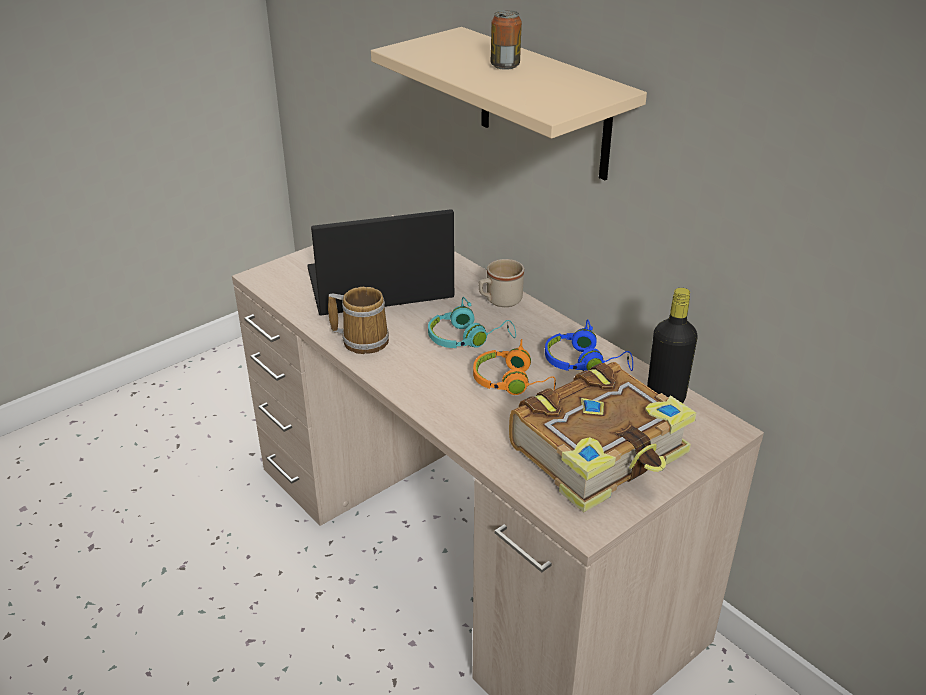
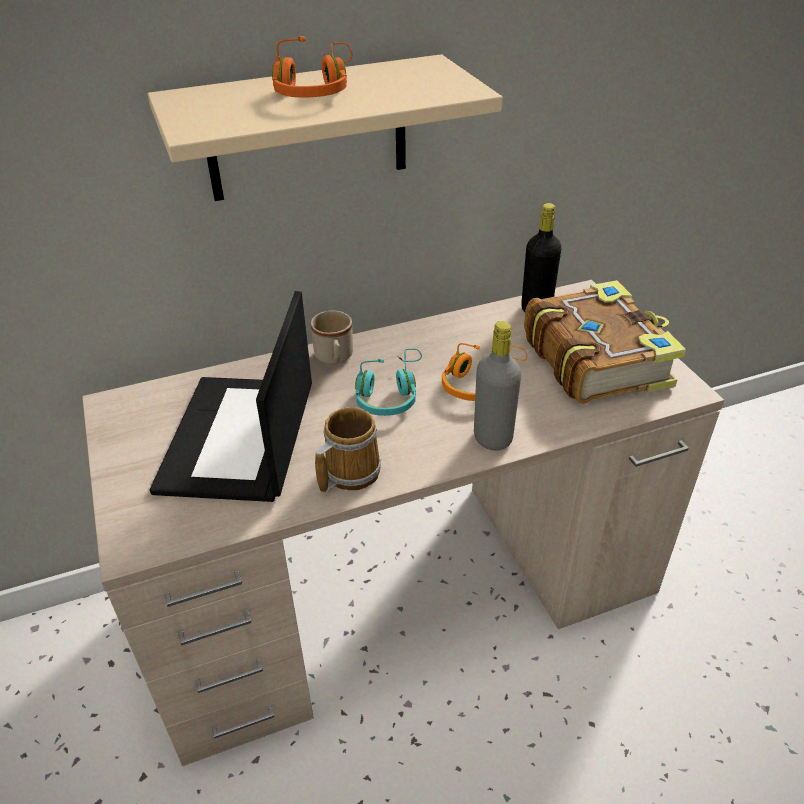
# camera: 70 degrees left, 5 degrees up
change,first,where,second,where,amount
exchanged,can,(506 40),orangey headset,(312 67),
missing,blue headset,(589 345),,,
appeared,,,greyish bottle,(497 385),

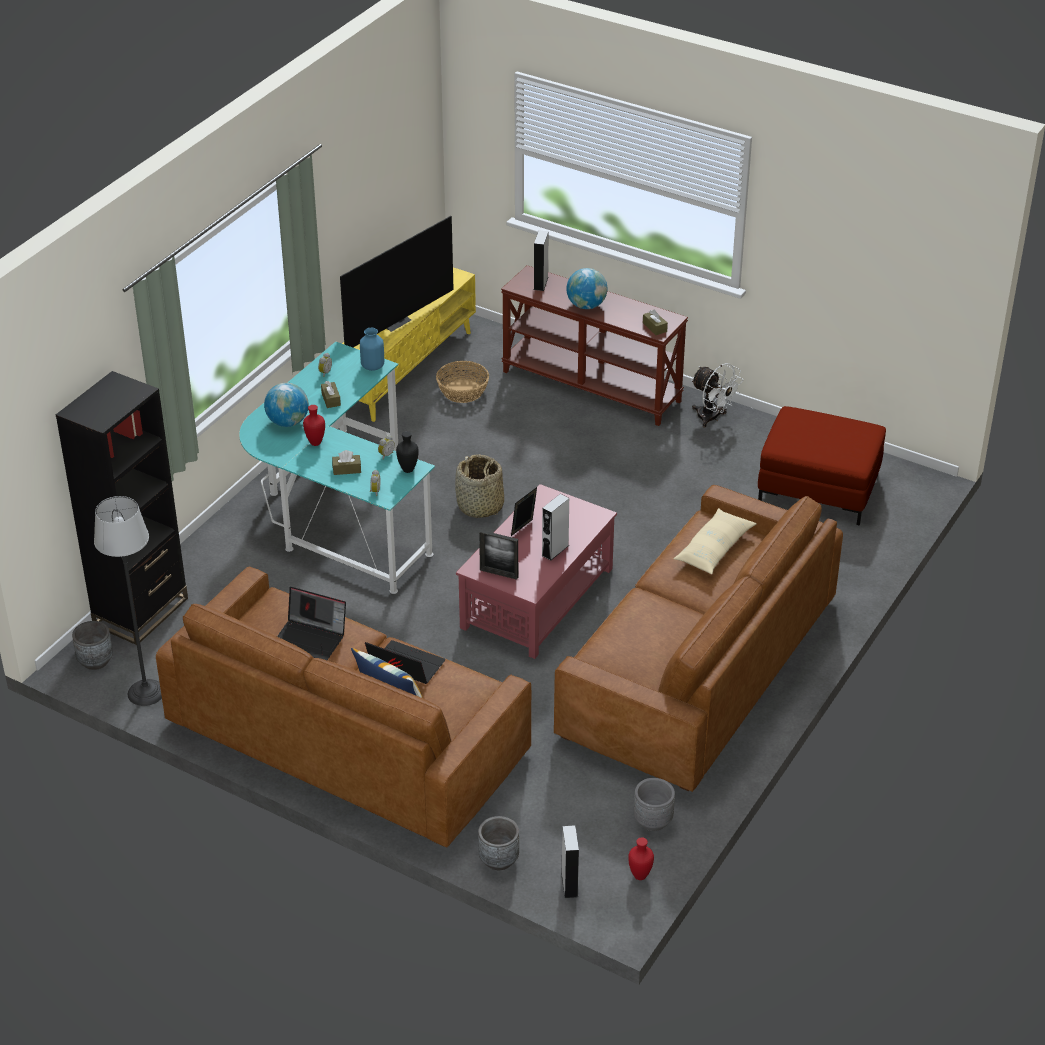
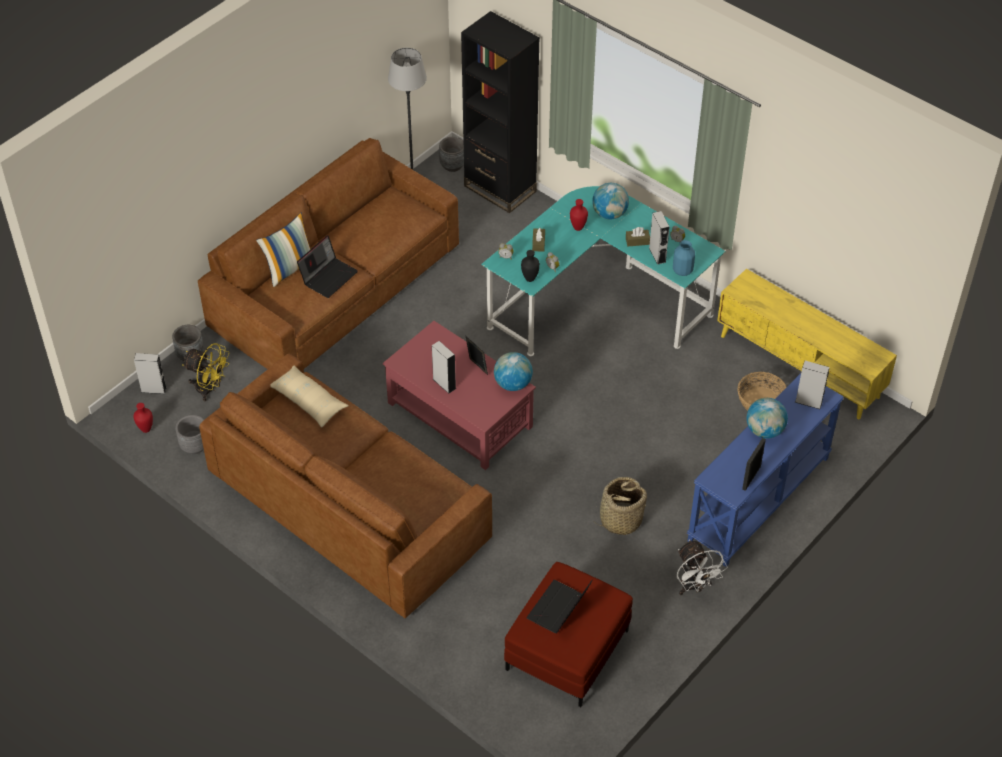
# camera: 100 degrees right, 10 degrees up
change,first,where,second,where,amount
relocated,laptop,(311 623),,(559 606),
missing,TV set,(397 281),,,
relocated,storage basket,(479 486),,(620 506),
relocated,standing frame,(498 555),,(754 464),
colour,brown-coloured narrow table,(594 345),blue narrow table,(765 470),
missing,brown-coloured box of tissues,(655 322),,,
relocated,beige-coloured pillow,(715 541),,(309 397),
spun,white-coloured electric fan,(717 395),,(702 567),75 degrees counterclockwise
appeared,,,yellow electric fan,(205 372),
appeared,,,world globe,(513 371),
appeared,,,greyish loudspeaker,(659 238),

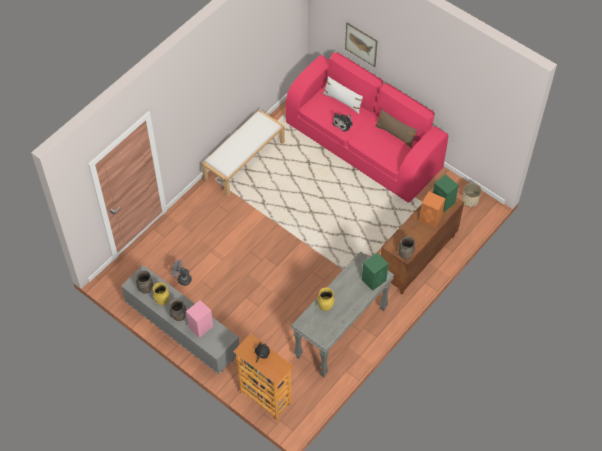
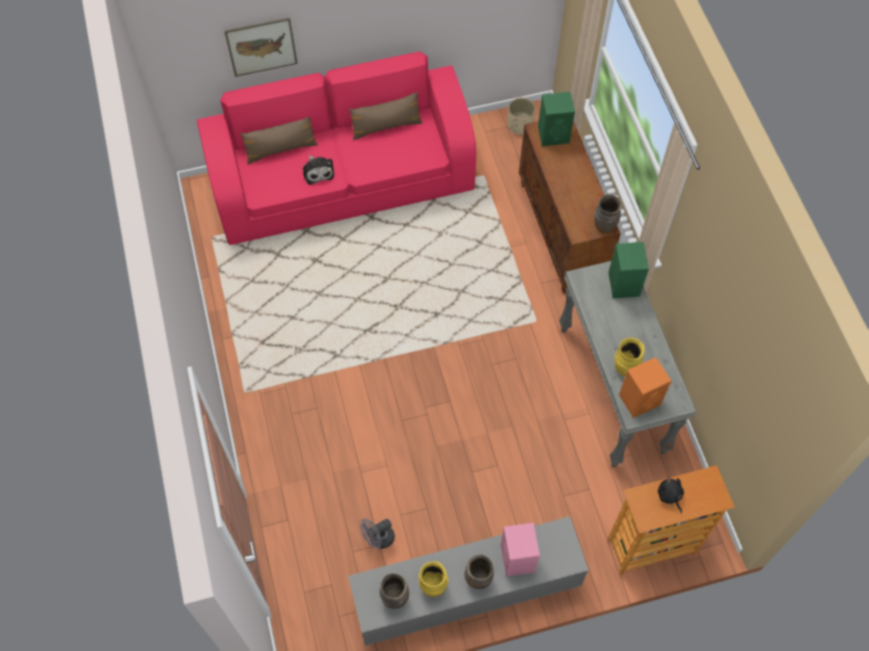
# camera: 55 degrees left, 5 degrees up
change,first,where,second,where,amount
missing,white-coloured bench,(243 152),,,
colour,white-coloured pillow,(343 95),brown-coloured pillow,(279 141),
relocated,orangey loudspeaker,(432 209),,(645 387),

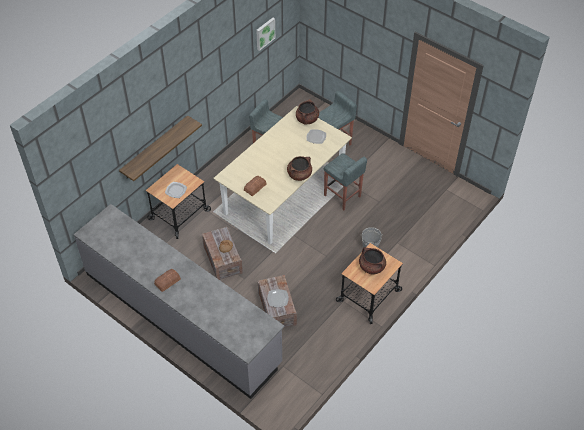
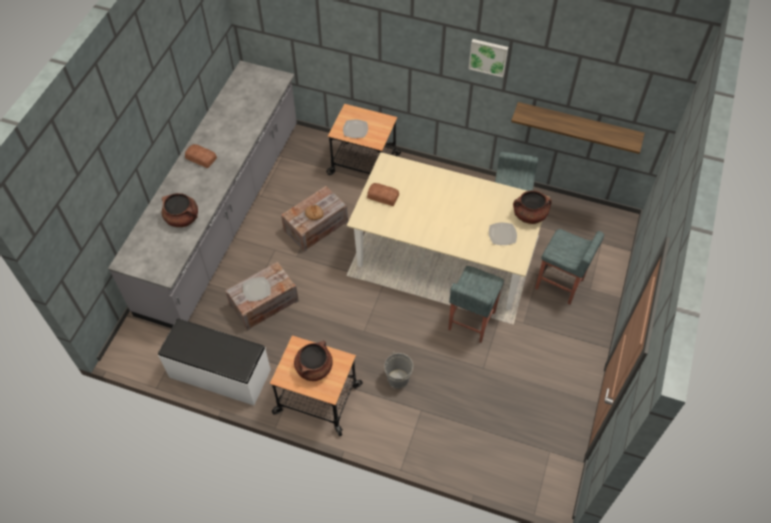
# camera: 70 degrees right, 5 degrees up
change,first,where,second,where,amount
relocated,shelf,(160 148),,(578 128),
relocated,wall art,(265 34),,(488 58),
relocated,brown-coloured cooking pot,(299 168),,(180 210),
appeared,,,white-coloured bench,(214 362),

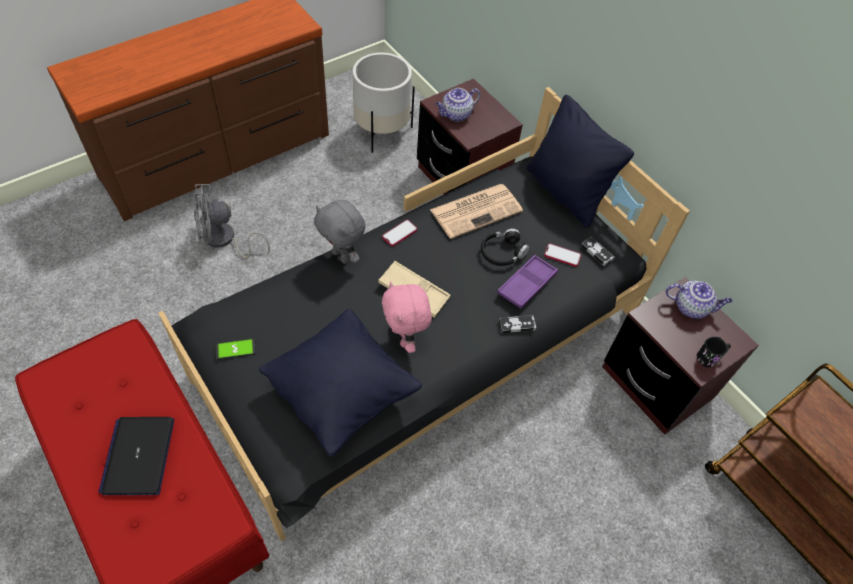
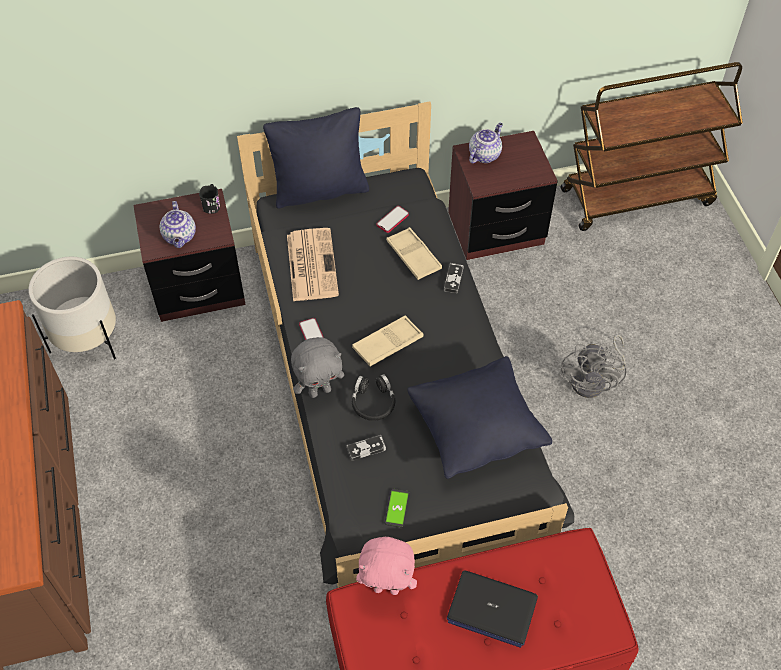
# camera: 65 degrees left, 0 degrees up
change,first,where,second,where,amount
relocated,greyish electric fan,(231 221),,(594 366),
relocated,pink-coloured soft toy,(407 317),,(386 566),
relocated,black headset,(505 247),,(373 397),
colour,purplish serving tray,(527 282),beige-coloured serving tray,(414 253),
relocated,gamepad,(598 251),,(366 448),
relocated,black mug,(714 352),,(209 199),

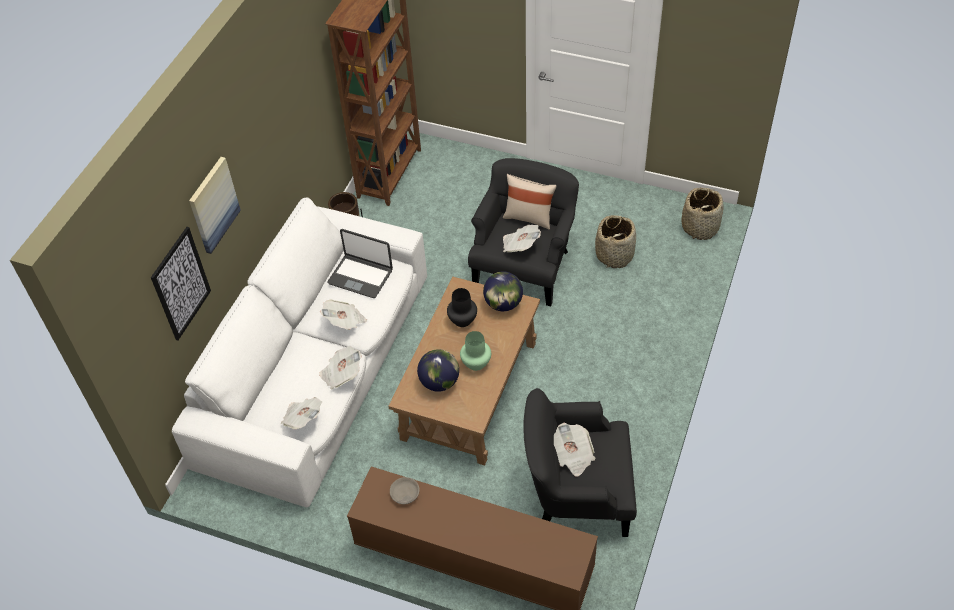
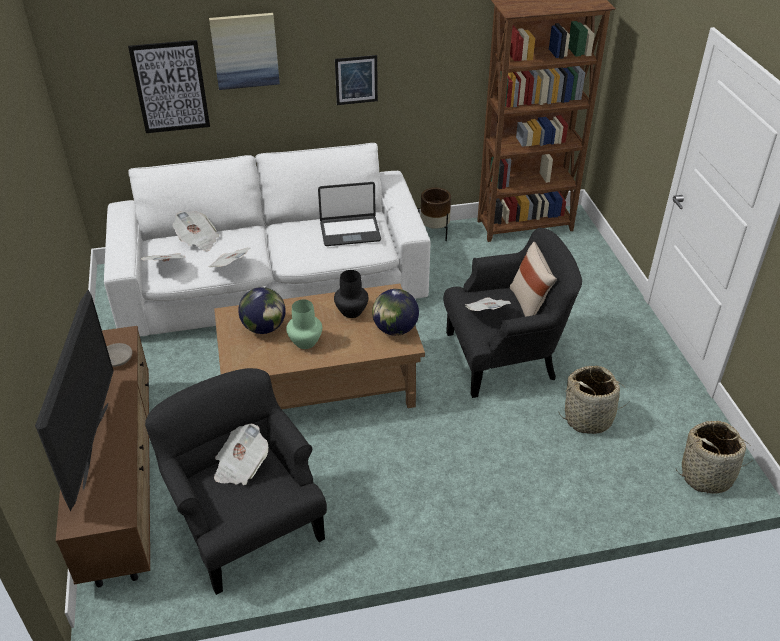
# camera: 55 degrees right, 10 degrees down
change,first,where,second,where,amount
relocated,newspaper,(343 314),,(195 231),
spun,laptop,(360 263),,(349 214),90 degrees counterclockwise
appeared,,,TV set,(74 400),
appeared,,,wall art,(356 80),

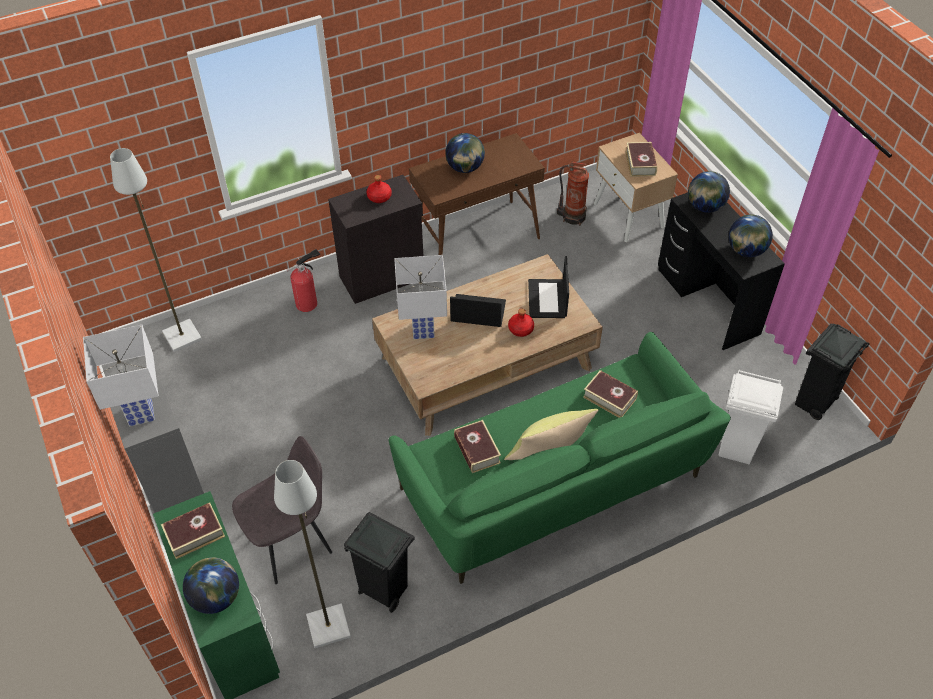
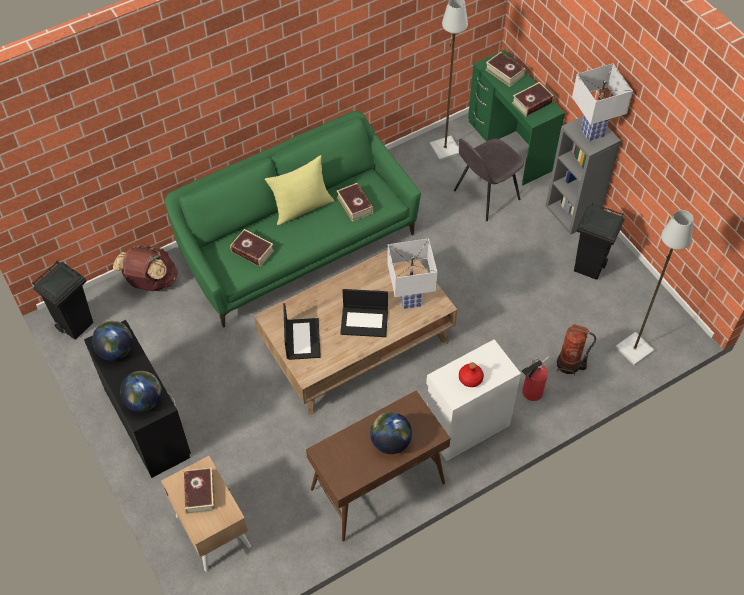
# camera: 175 degrees right, 5 degrees up
change,first,where,second,where,amount
exchanged,world globe,(211 585),bound book,(505 69),
colour,black cupboard,(375 239),white-coloured cupboard,(473 400),
relocated,black waste bin,(379 562),,(599 241),
missing,red bottle,(521 323),,,
relocated,fire extinguisher,(573 194),,(576 349),
exchanged,white-coloured waste bin,(751 417),brown-coloured knapsack,(145 268),

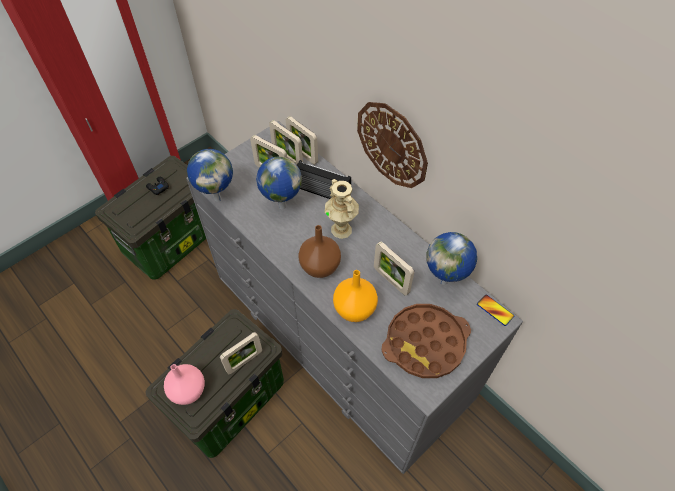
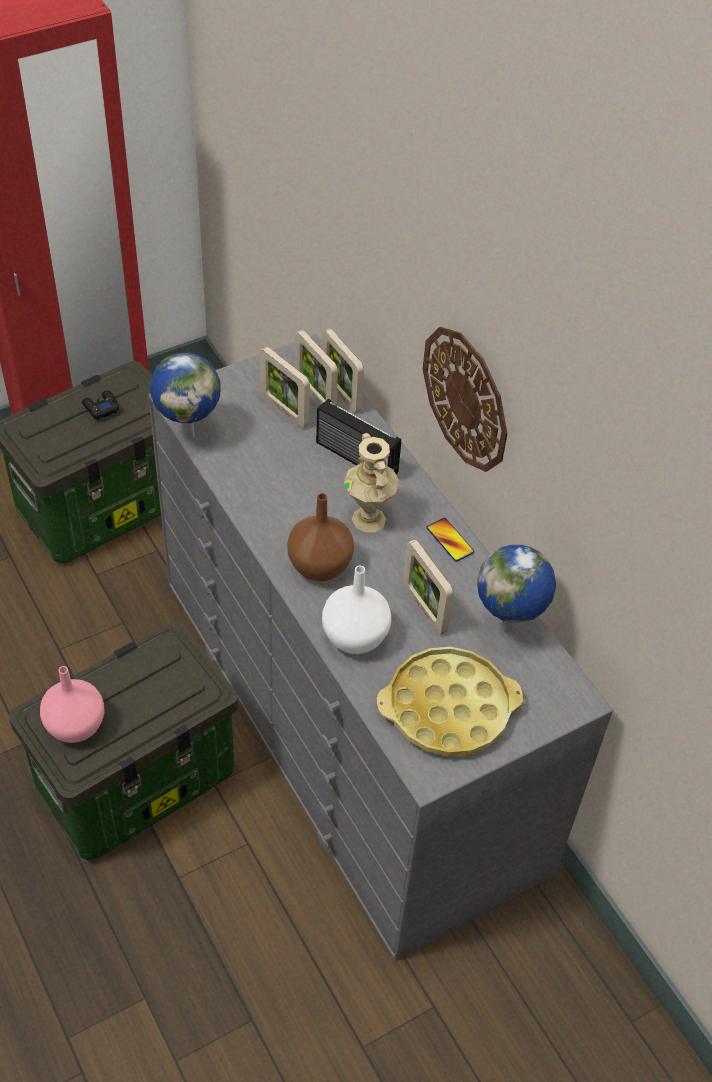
# camera: 10 degrees right, 5 degrees down
change,first,where,second,where,amount
missing,standing frame,(241 353),,,
missing,world globe,(279 182),,,
colour,orangey vase,(355 296),white-coloured vase,(356 610),
colour,brown-coloured serving tray,(426 341),yellow serving tray,(450 701),
relocated,phone,(495 310),,(450 540),

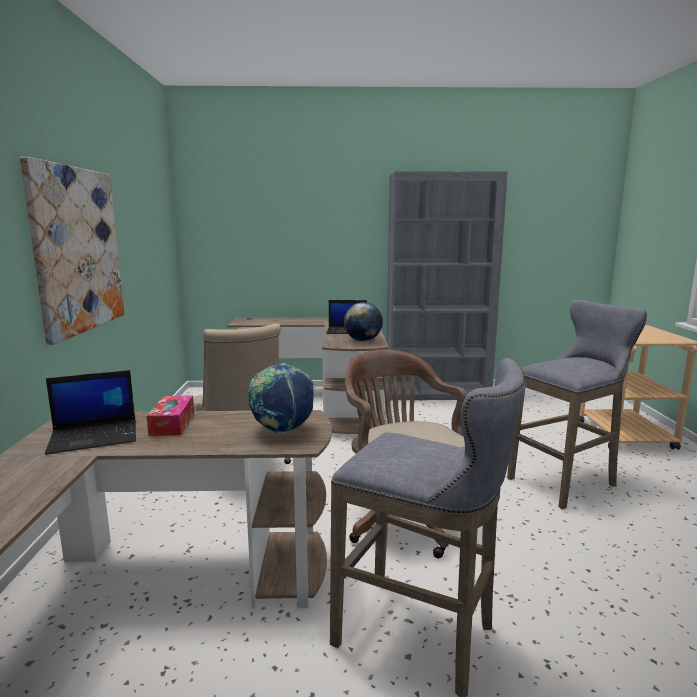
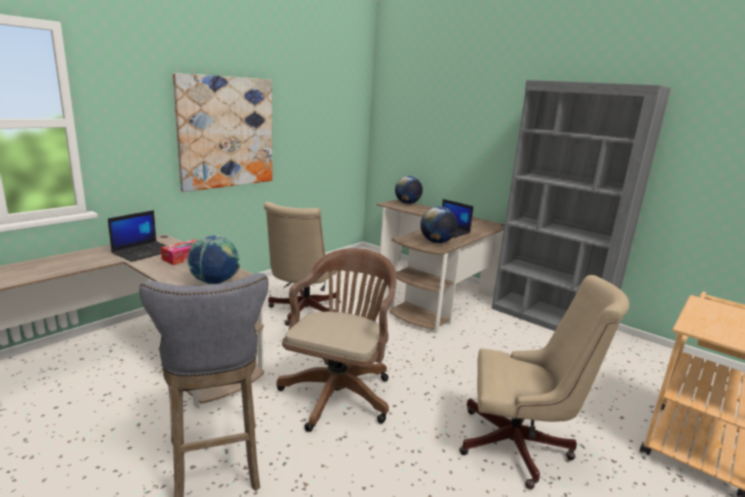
# camera: 40 degrees right, 5 degrees up
change,first,where,second,where,amount
spun,laptop,(90 412),,(137 236),75 degrees counterclockwise
exchanged,greyish stool,(577 404),beige-coloured office chair,(544 382),
appeared,,,world globe,(409 190),

